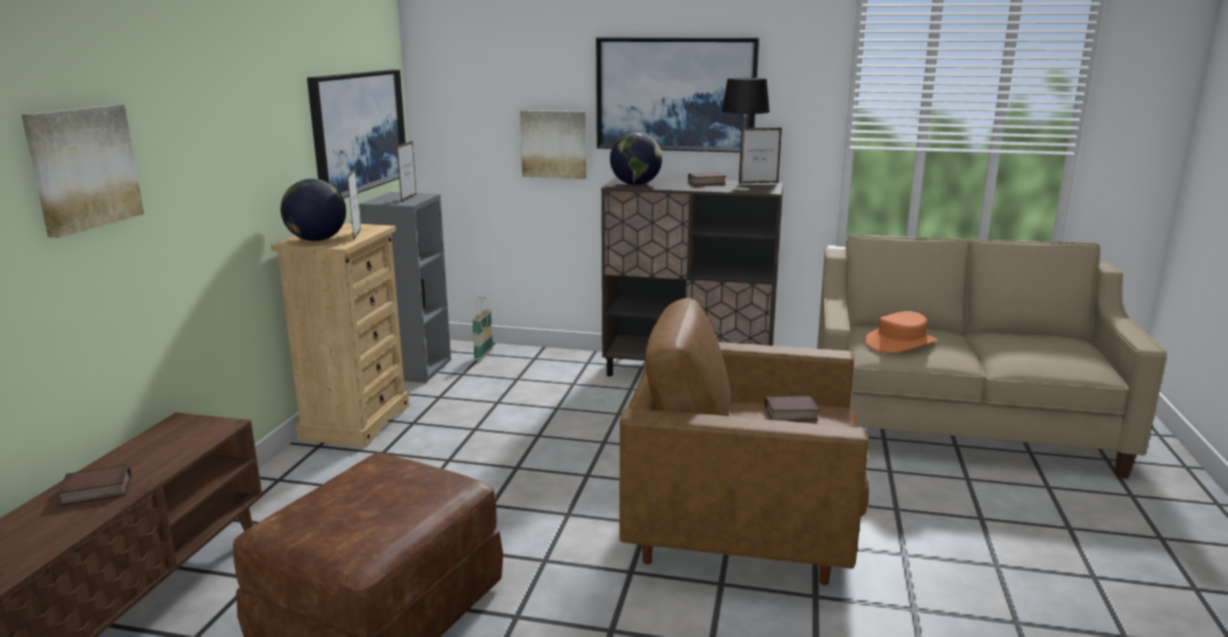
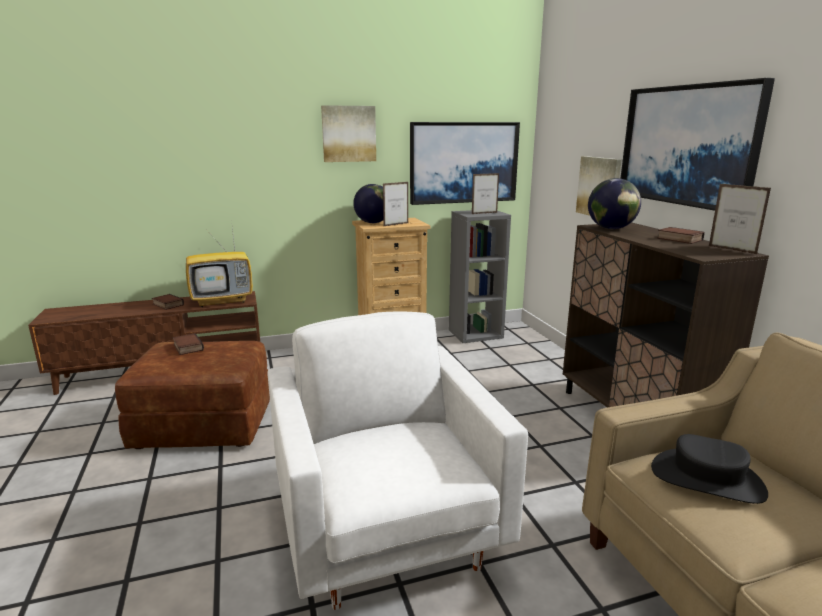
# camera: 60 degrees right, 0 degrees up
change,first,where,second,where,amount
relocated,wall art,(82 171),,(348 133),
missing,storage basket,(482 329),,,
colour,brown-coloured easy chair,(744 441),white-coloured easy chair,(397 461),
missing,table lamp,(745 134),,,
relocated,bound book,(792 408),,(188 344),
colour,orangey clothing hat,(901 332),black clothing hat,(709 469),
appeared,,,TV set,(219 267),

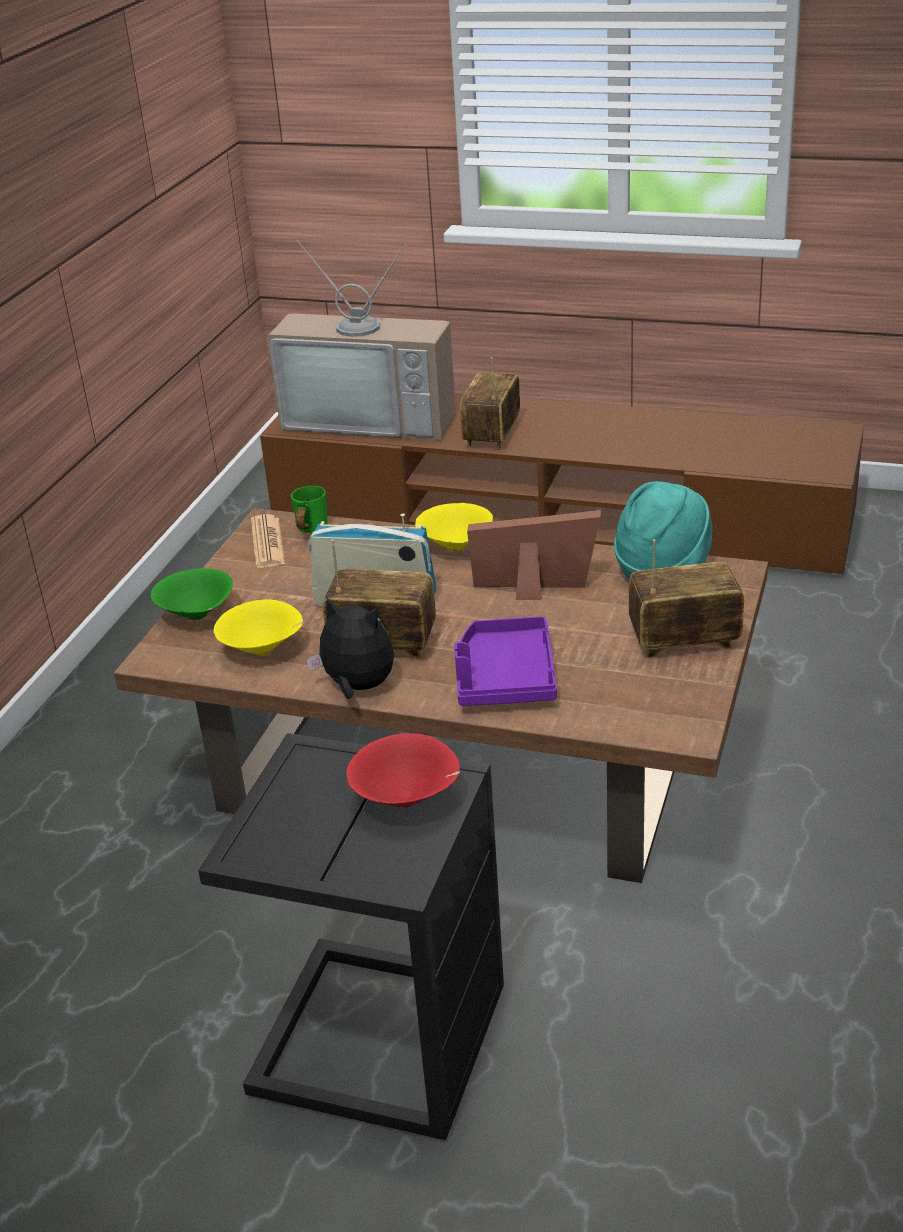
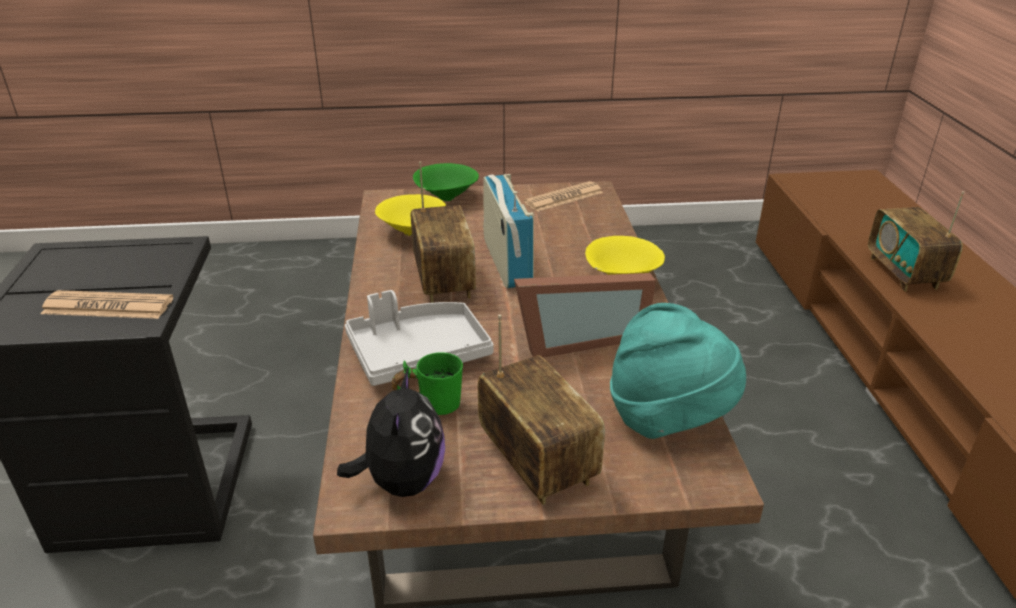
# camera: 65 degrees right, 0 degrees up
change,first,where,second,where,amount
missing,TV set,(361 340),,,
relocated,green mug,(309 509),,(427 383),
relocated,soft toy,(350 647),,(391 432),
exchanged,red bowl,(403 770),newspaper,(107 304),
colour,purplish serving tray,(505 661),greyish serving tray,(419 338),
spun,radio,(490 403),,(916 241),90 degrees counterclockwise
spun,standing frame,(534 555),,(585 315),90 degrees clockwise

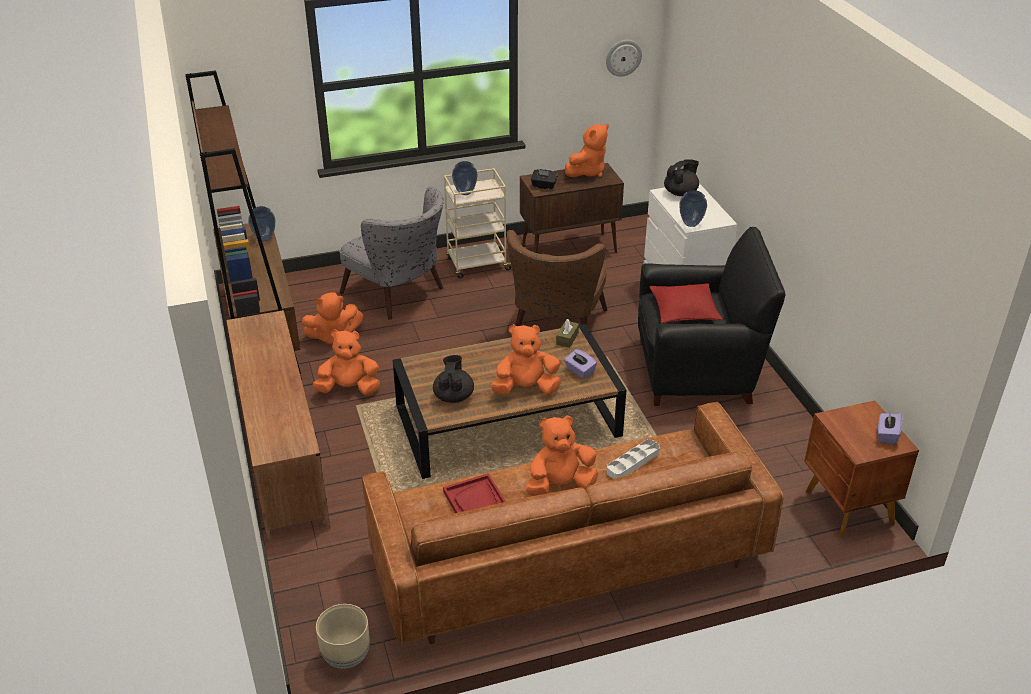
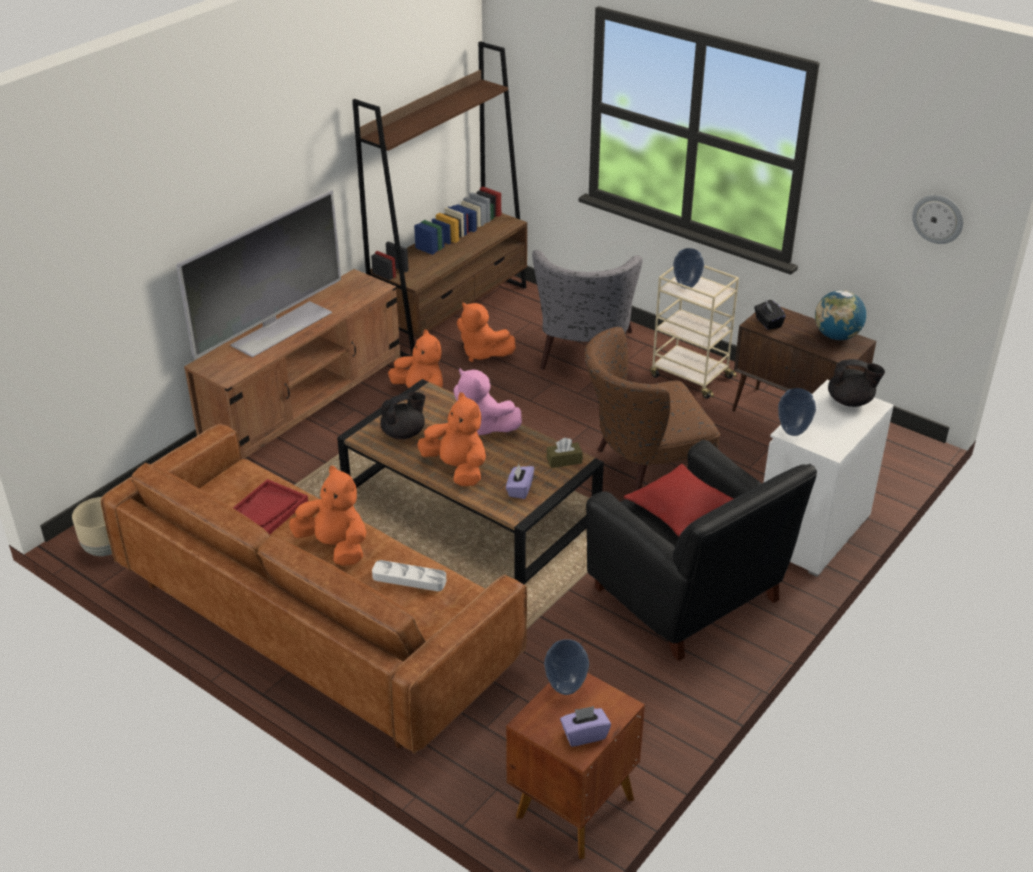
# camera: 55 degrees right, 0 degrees up
change,first,where,second,where,amount
relocated,vase,(261 223),,(566 667),
exchanged,orangey soft toy,(587 150),world globe,(840 315),
appeared,,,TV set,(258 274),
appeared,,,pink-coloured soft toy,(488 401),

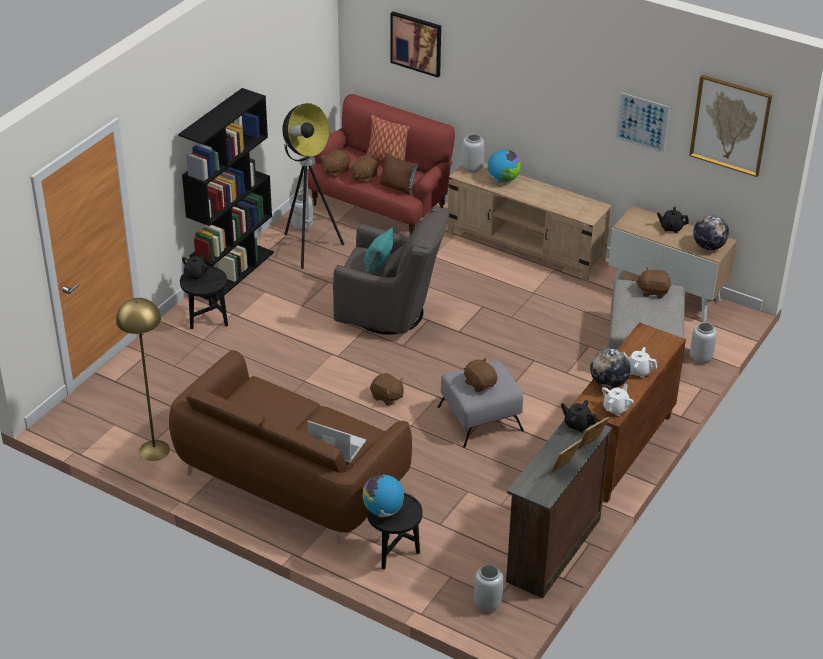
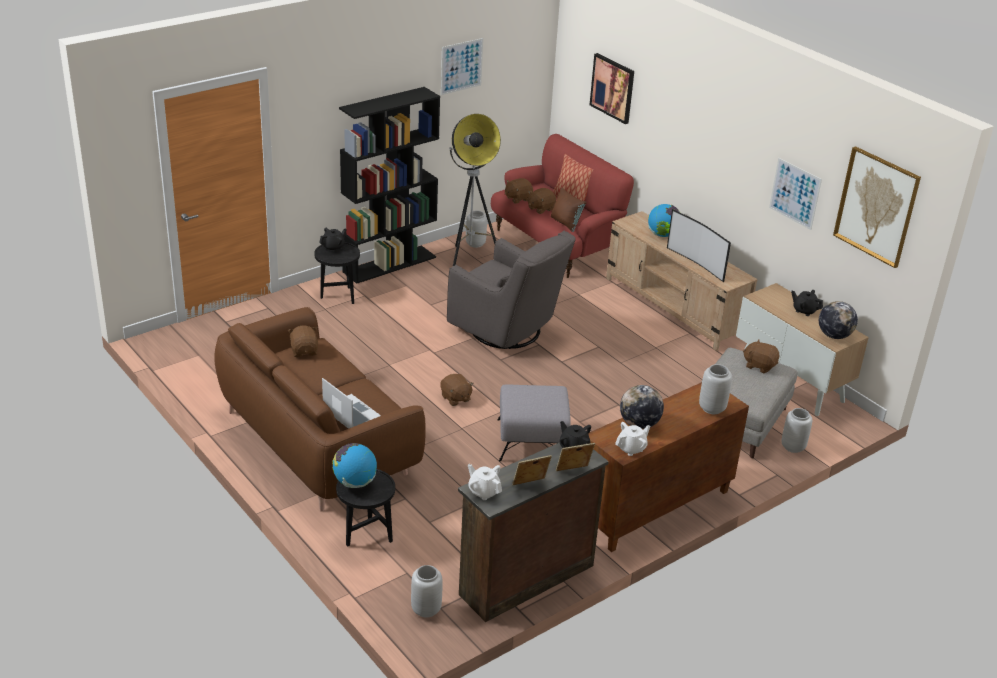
# camera: 20 degrees right, 5 degrees down
change,first,where,second,where,amount
missing,yellow standard lamp,(143 379),,,
missing,turquoise-coloured pillow,(378 250),,,
relocated,greyish vase,(473 153),,(715 389),
relocated,brown-coloured soft toy,(481 375),,(303 341),
relocated,white-coloured pot for tea,(640 362),,(485 482),
appeared,,,wall art,(462 66),
appeared,,,TV set,(699 245),

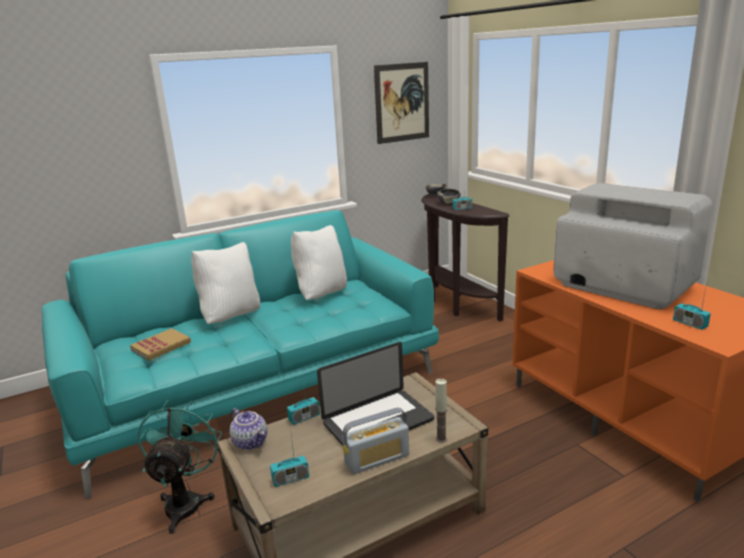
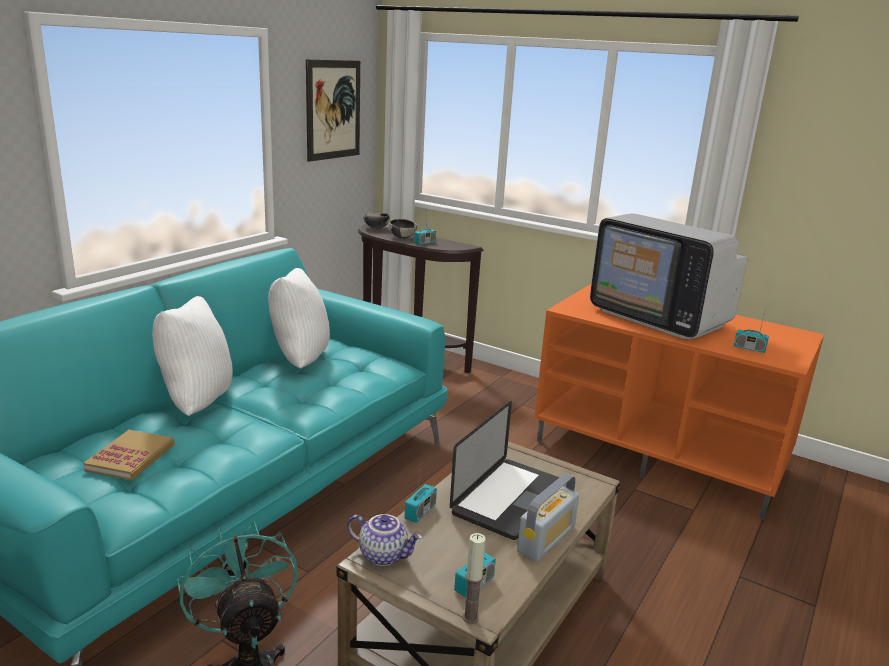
# camera: 30 degrees left, 0 degrees up
change,first,where,second,where,amount
relocated,wax light,(441 411),,(474 578),
spun,TV set,(633 246),,(668 276),150 degrees counterclockwise

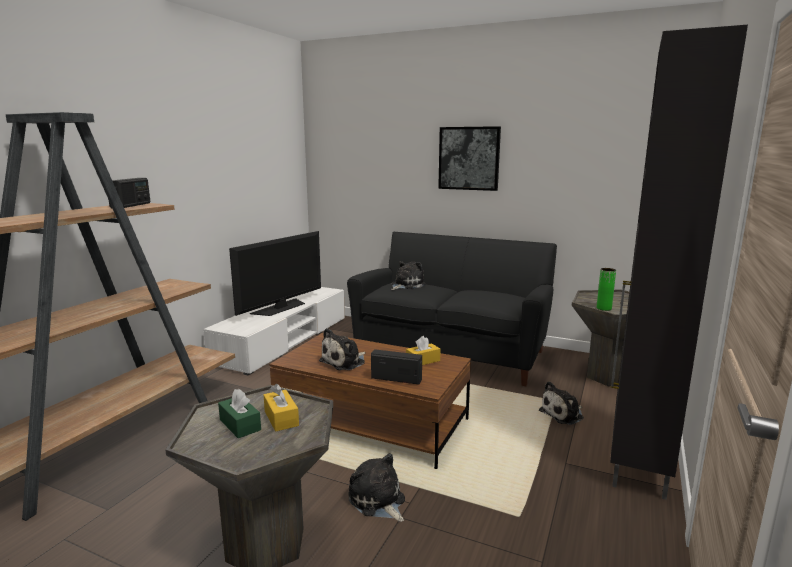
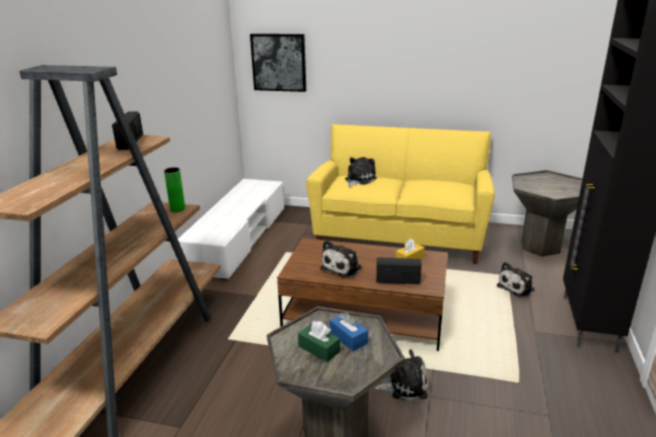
# camera: 10 degrees left, 10 degrees up
change,first,where,second,where,amount
missing,TV set,(275 273),,,
colour,yellow box of tissues,(281 408),blue box of tissues,(348 331),
colour,black settee,(452 309),yellow settee,(400 194),
spun,soft toy,(376 487),,(401 375),135 degrees clockwise
relocated,wall art,(469 158),,(278 63),
relocated,green vase,(606 289),,(174 189),

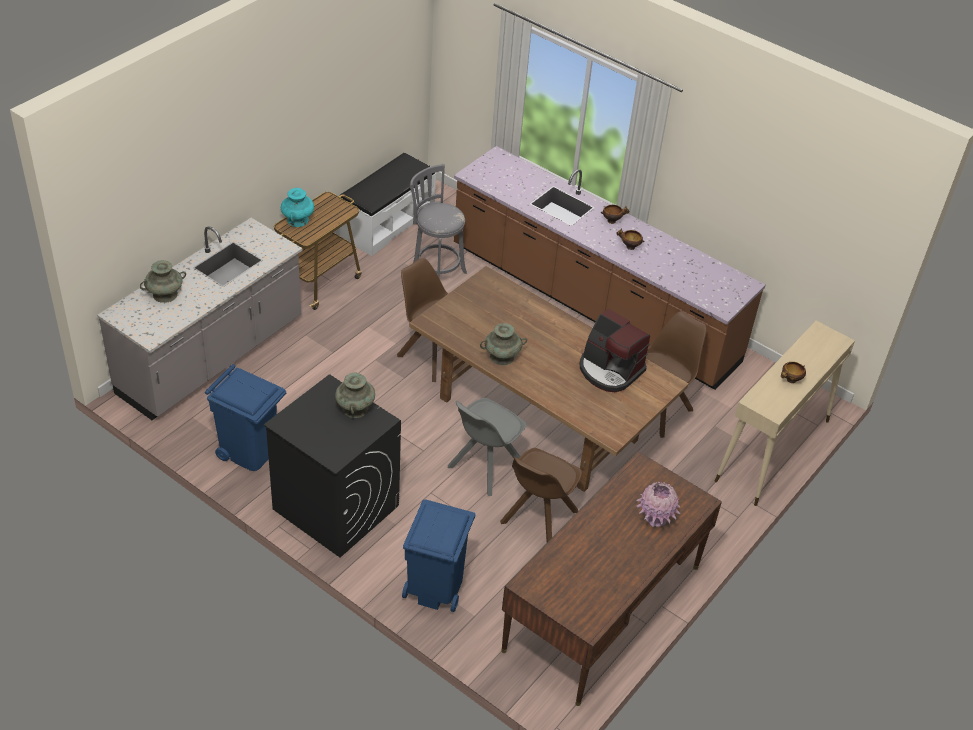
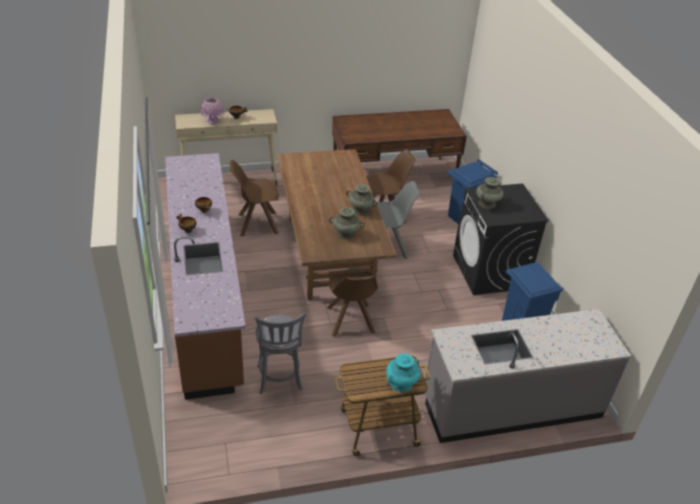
# camera: 140 degrees left, 5 degrees down
change,first,where,second,where,amount
relocated,turquoise-coloured vase,(163 281),,(347 223),
missing,white-coloured bench,(388 204),,,
missing,coffee maker,(615 350),,,
relocated,pink-coloured vase,(658 504),,(212 110),

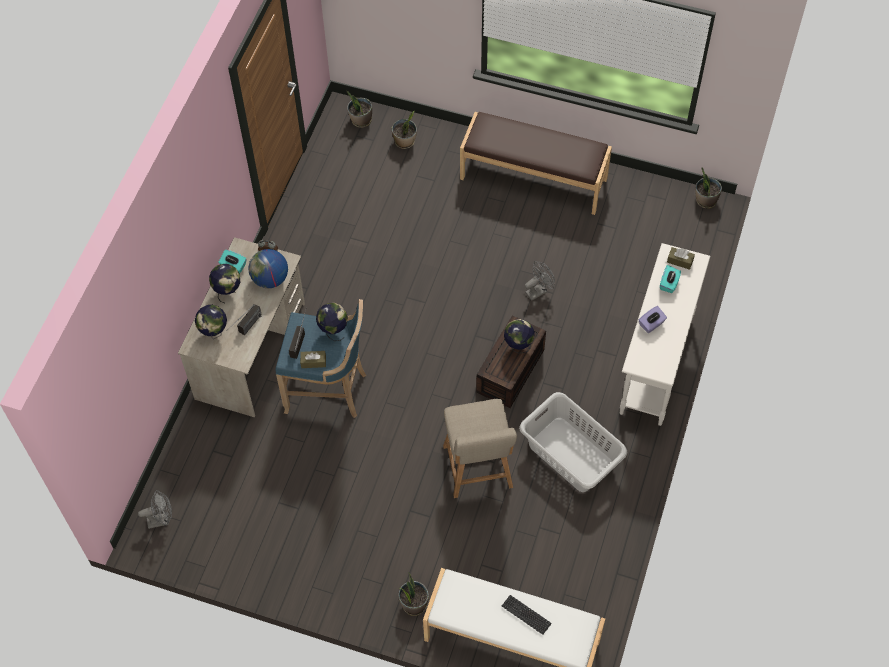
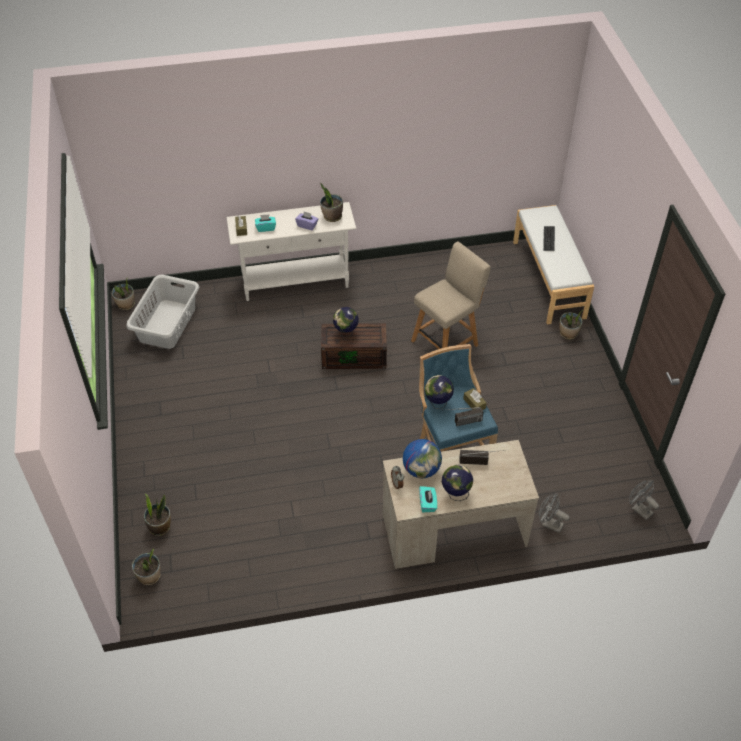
# camera: 120 degrees left, 10 degrees down
change,first,where,second,where,amount
missing,world globe,(211 322),,,
missing,brown-coloured bench,(536 163),,,
relocated,greyish laundry basket,(573 442),,(162 312),
relocated,greyish electric fan,(540 281),,(554 513),
appeared,,,potted plant,(331 202),

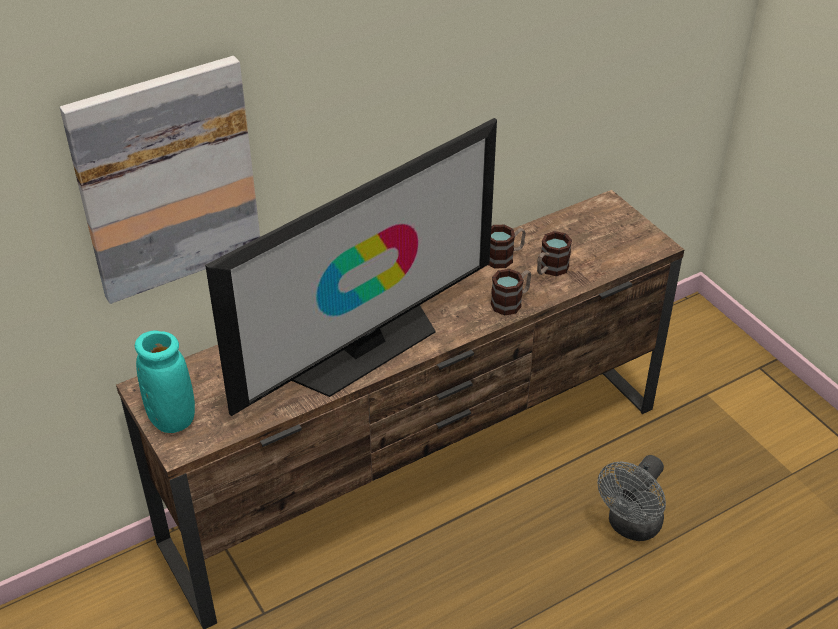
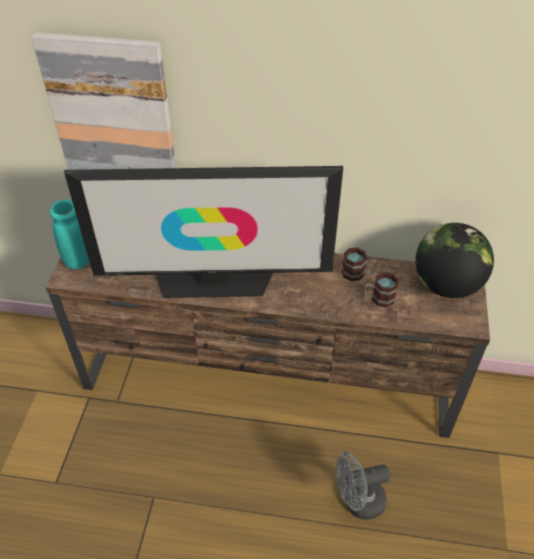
# camera: 40 degrees right, 5 degrees up
change,first,where,second,where,amount
missing,mug,(511 292),,,
appeared,,,world globe,(454 260),

